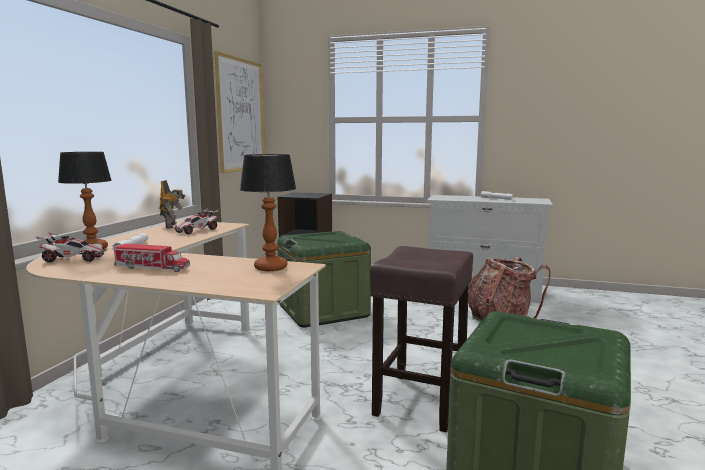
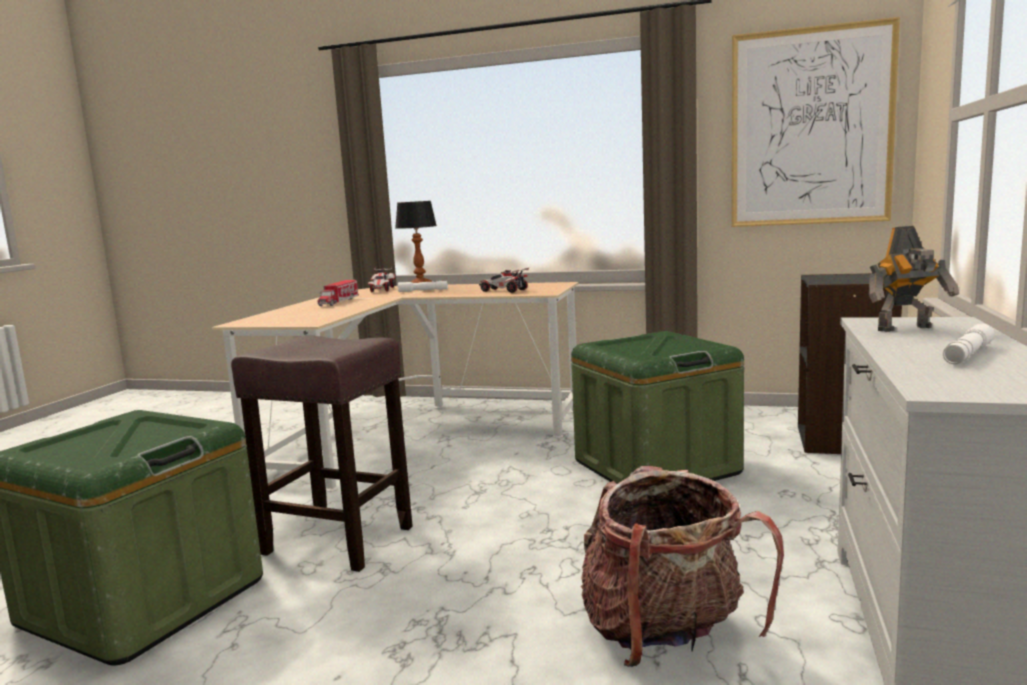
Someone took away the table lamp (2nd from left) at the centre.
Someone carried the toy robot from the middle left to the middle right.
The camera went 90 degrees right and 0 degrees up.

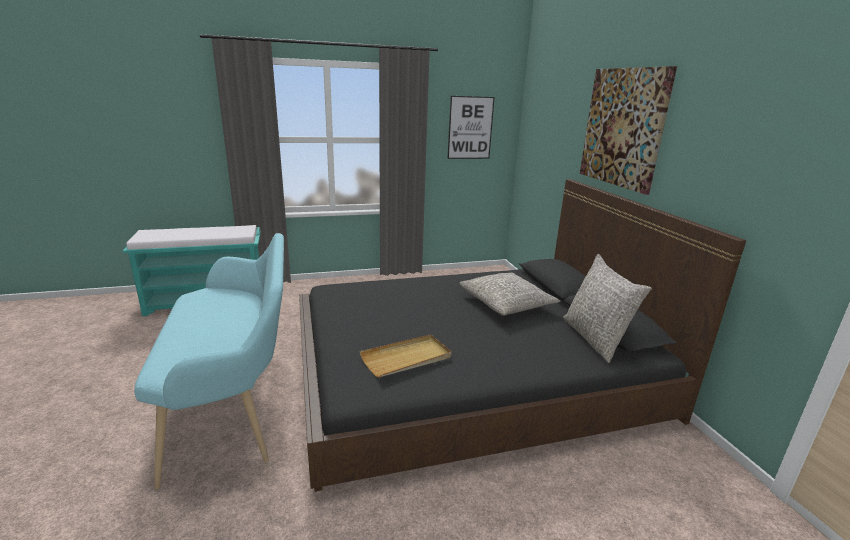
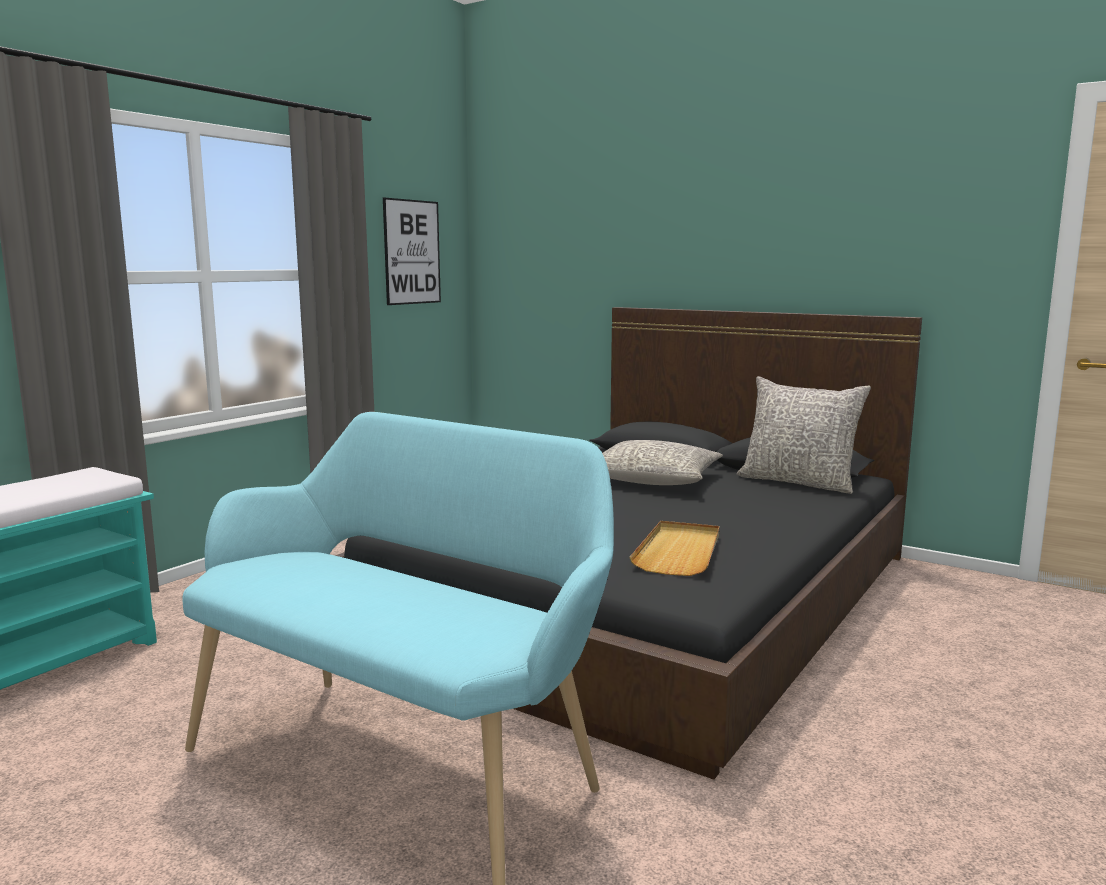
Someone took away the picture (2nd from left) at the top right.
The camera went 40 degrees left and 10 degrees down.

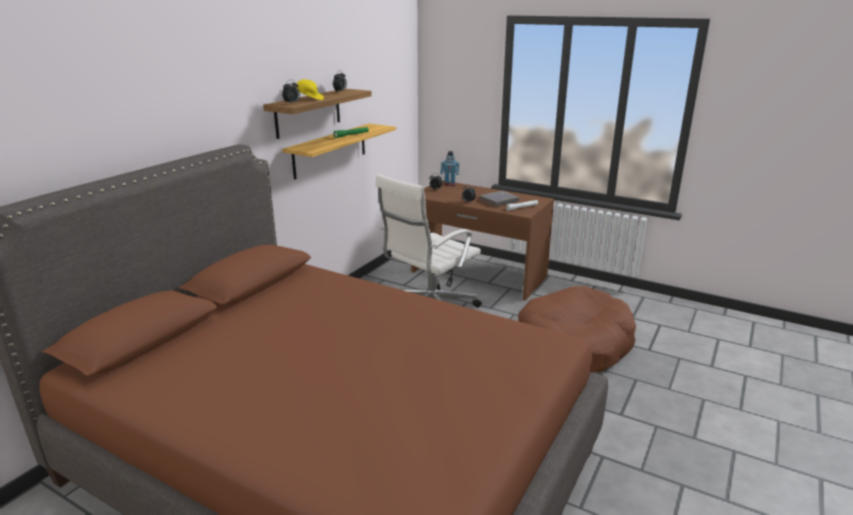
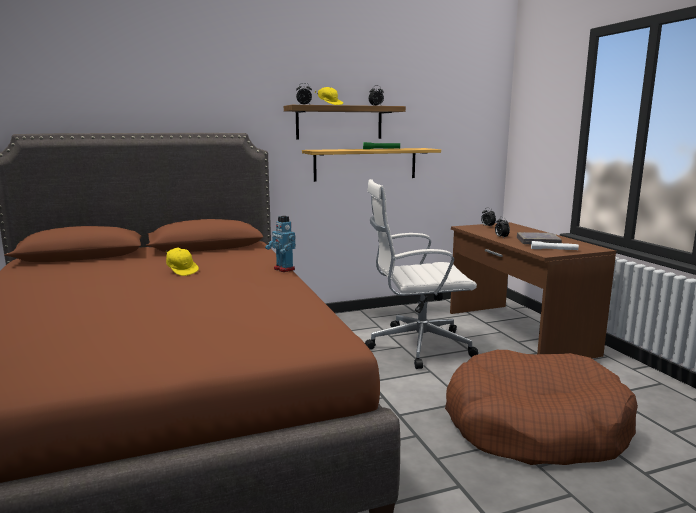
Someone carried the toy robot from the top centre to the centre.
Someone put down the yellow cap (1st from left) at the middle left.
The camera went 40 degrees right and 10 degrees down.

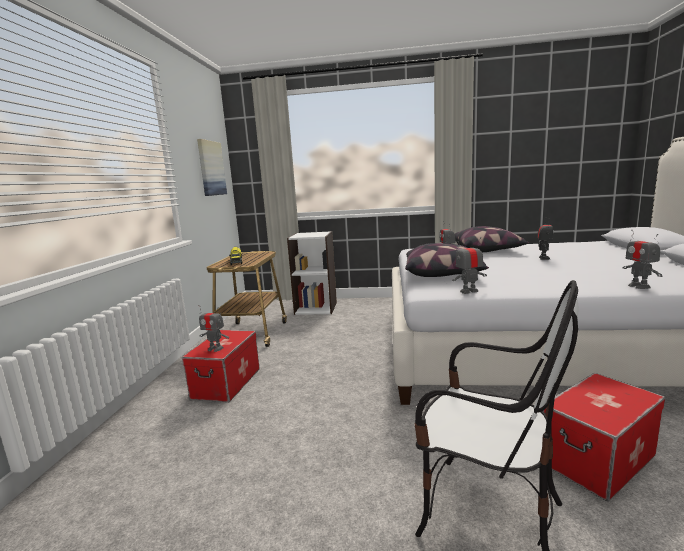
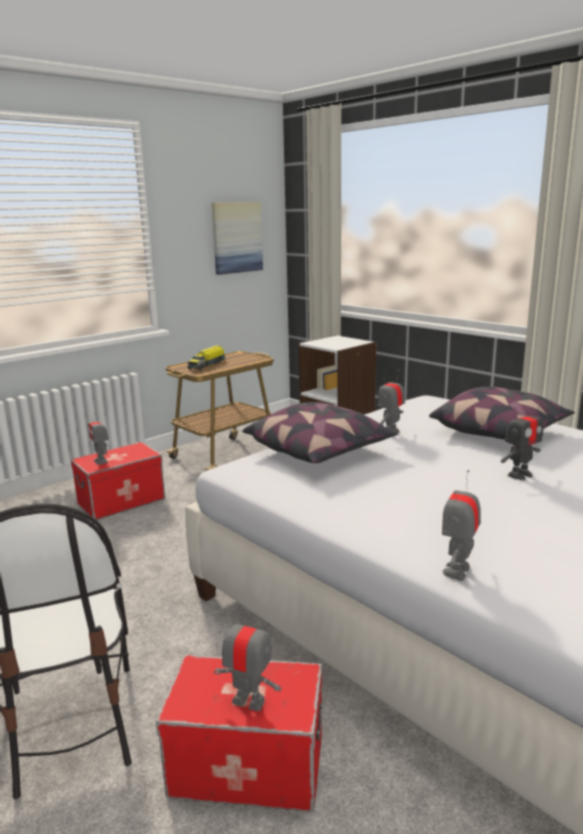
Someone carried the toy robot (3rd from left in the first image) from the middle right to the bottom centre.
The camera went 40 degrees right and 5 degrees up.

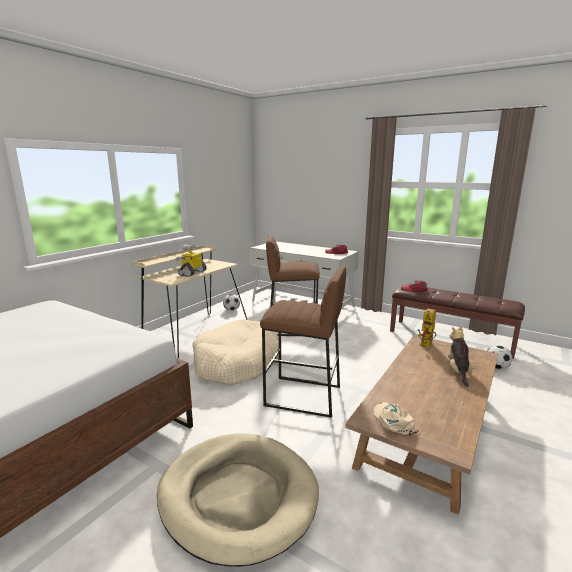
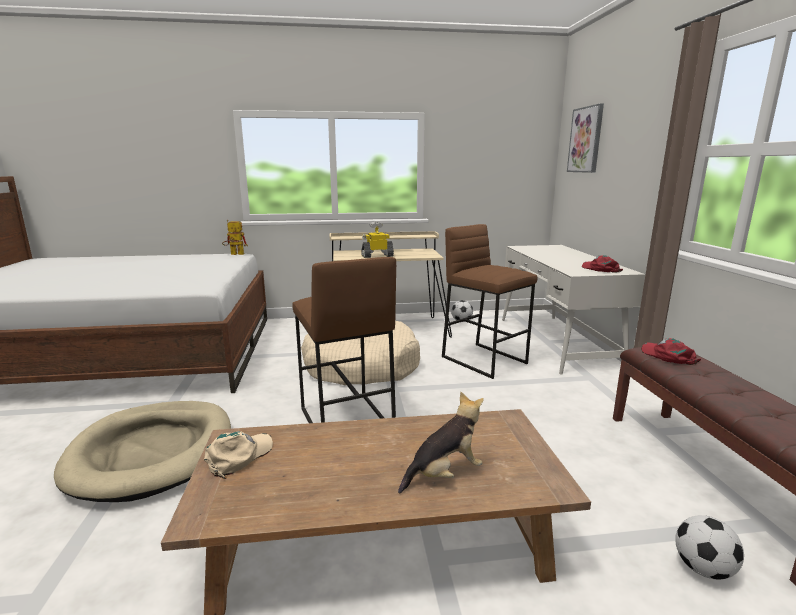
Someone carried the toy robot (2nd from left in the first image) from the middle right to the middle left.
Someone put up the picture at the top right.
The camera went 50 degrees right and 0 degrees up.

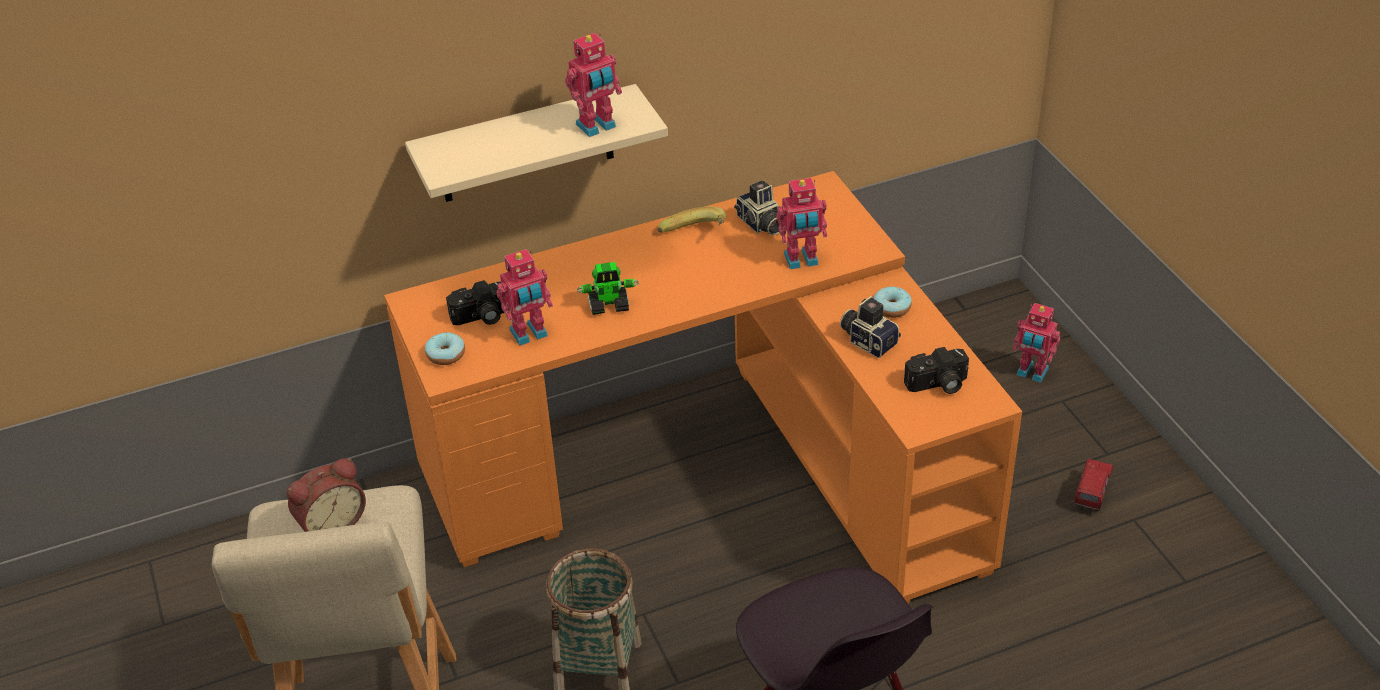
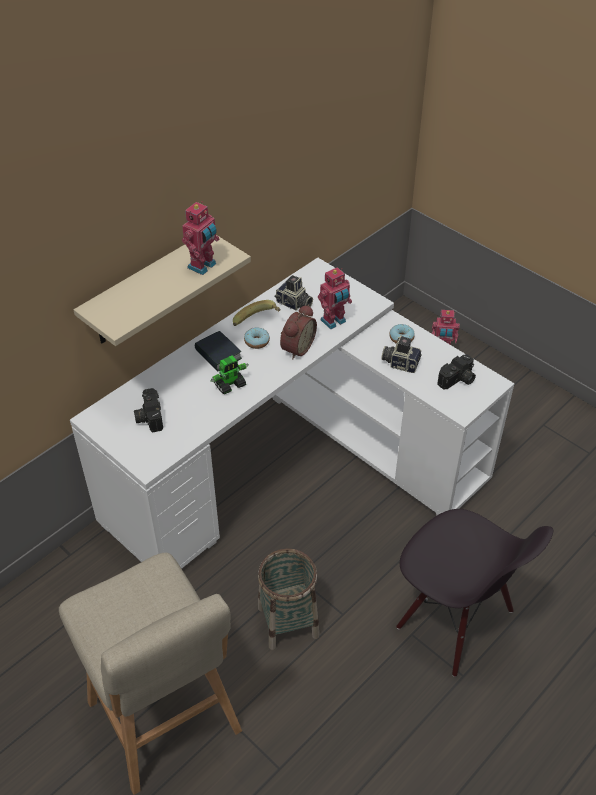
Someone repainted the orange desk at the centre, which became the white desk at the centre.
Someone took away the toy robot (1st from left) at the centre.
Someone rotated the photo camera (1st from left) at the centre by 120 degrees clockwise.
Someone carried the donut (1st from left) from the middle left to the centre.
Someone carried the alarm clock from the bottom left to the centre.
Someone took away the toy truck at the bottom right.
Someone put down the book at the centre.
The camera went 25 degrees left and 5 degrees up.

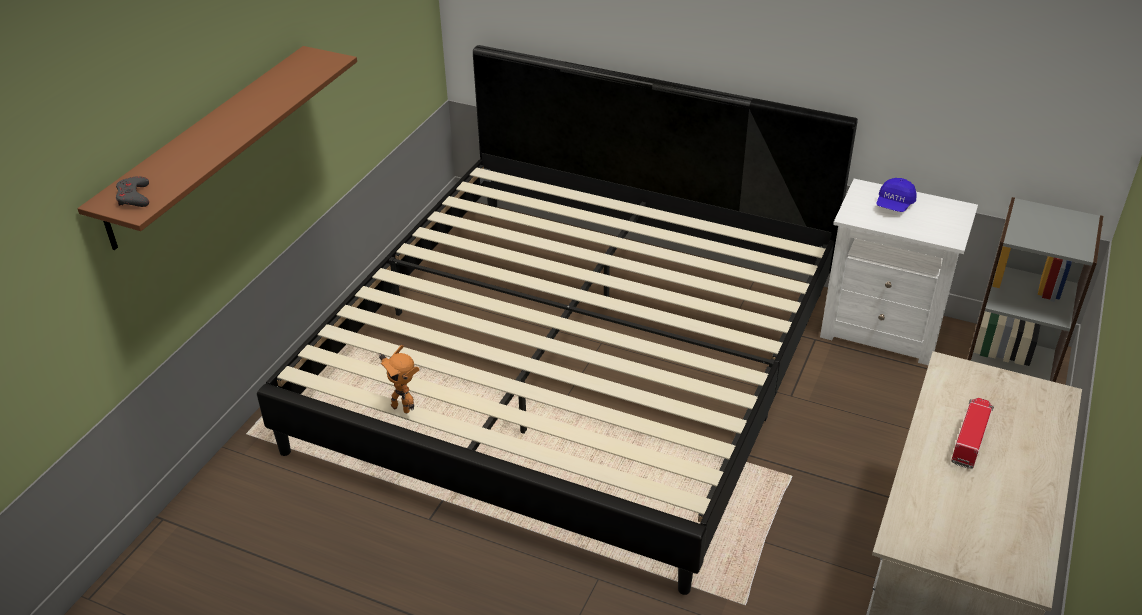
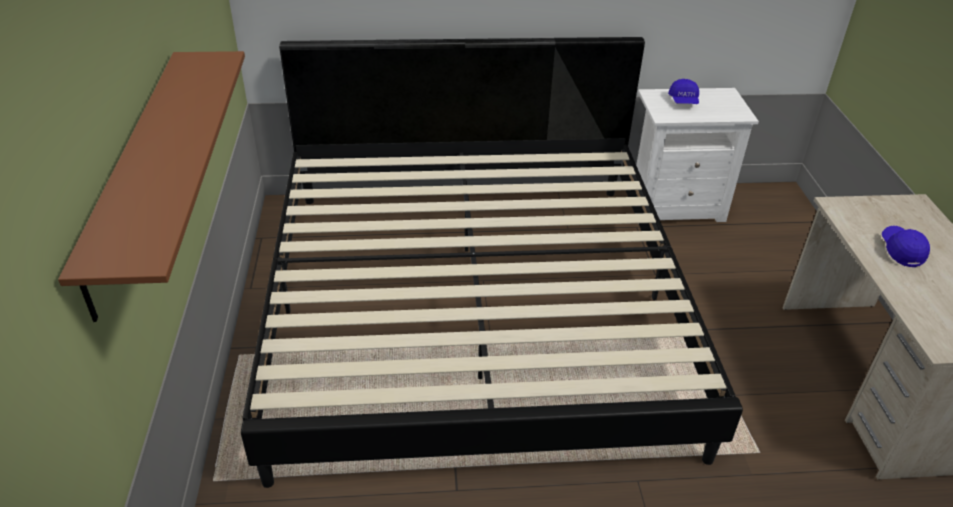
Someone took away the grey game controller at the top left.
Someone took away the grey bookcase at the middle right.
Someone took away the toy robot at the centre.
Someone swapped the toy truck at the bottom right for the blue cap (2nd from left) at the middle right.
The camera went 30 degrees left and 0 degrees up.

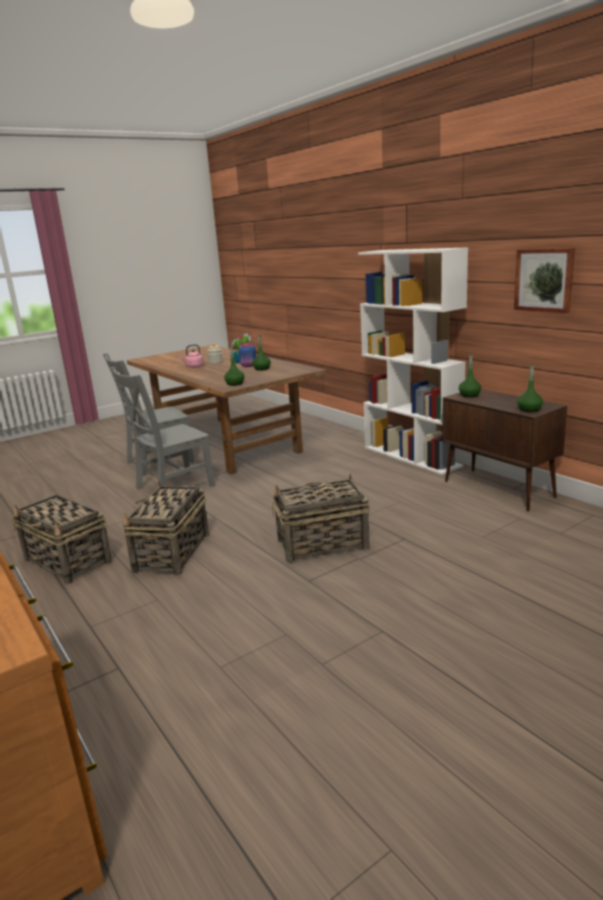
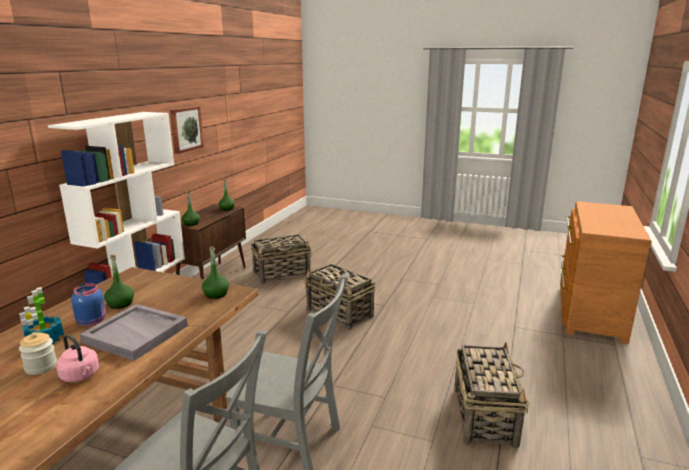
Someone carried the basket (2nd from left in the first image) from the middle left to the centre.
Someone put down the grey tray at the bottom left.
The camera went 125 degrees left and 0 degrees up.

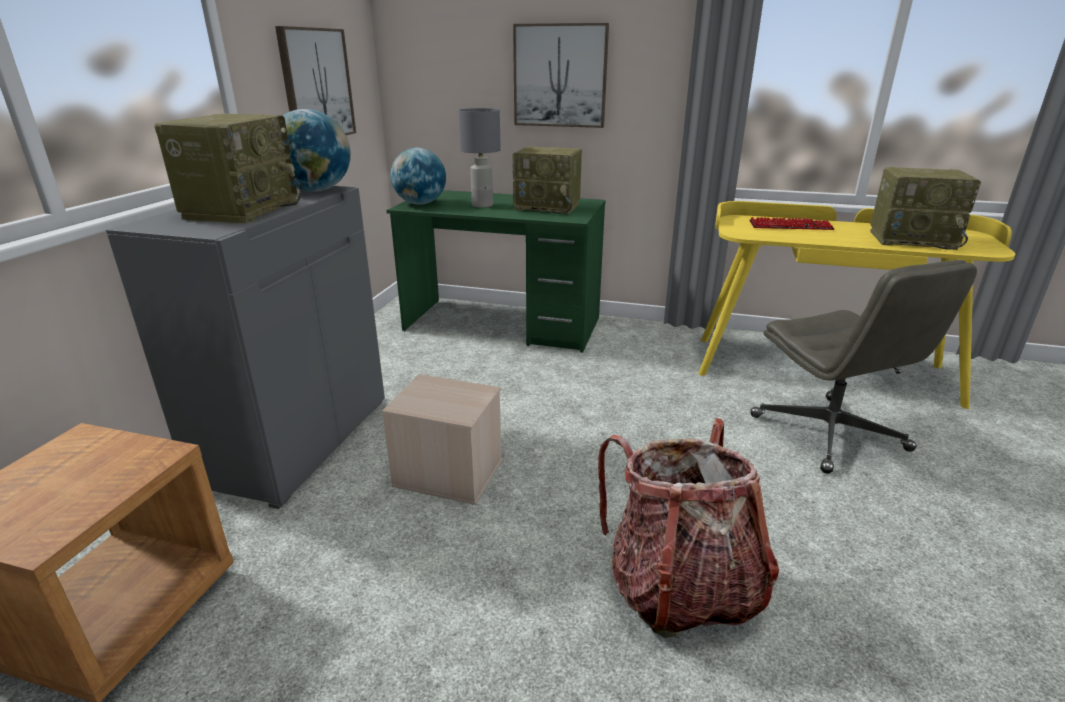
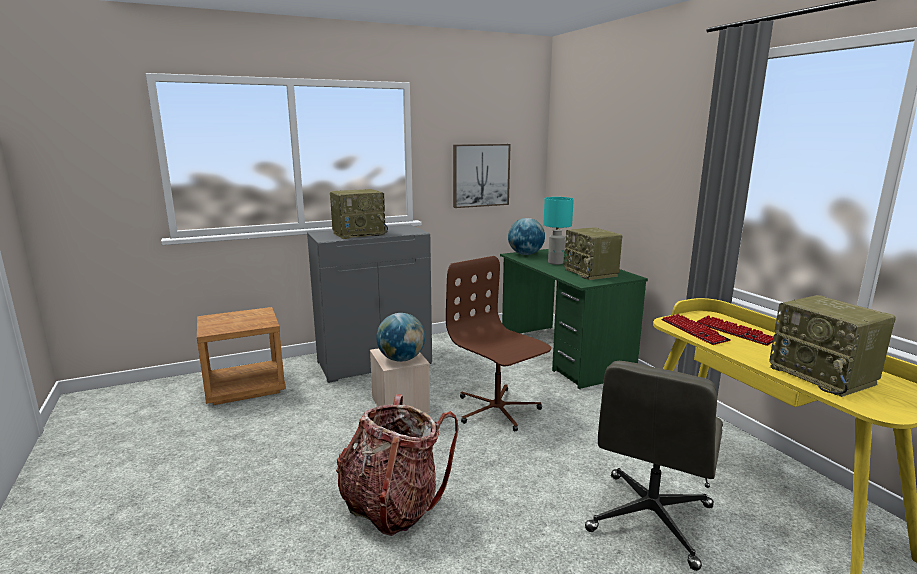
Someone took away the picture (2nd from left) at the top centre.
Someone repainted the grey table lamp at the top centre, which became the turquoise table lamp at the centre.
Someone carried the globe (1st from left) from the top left to the centre.
Someone put down the brown office chair at the centre.
Someone put down the keyboard (1st from left) at the middle right.
The camera went 50 degrees right and 10 degrees down.

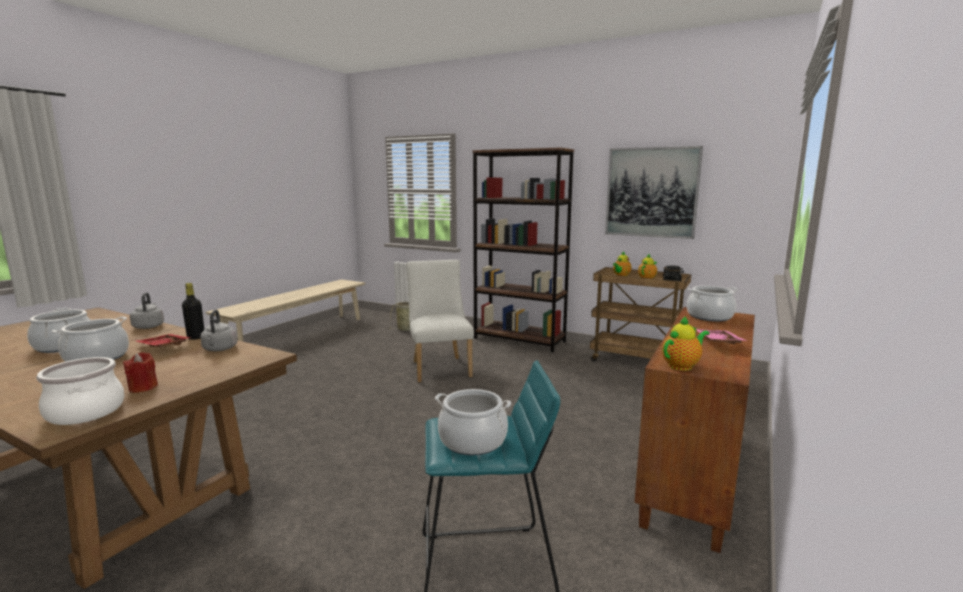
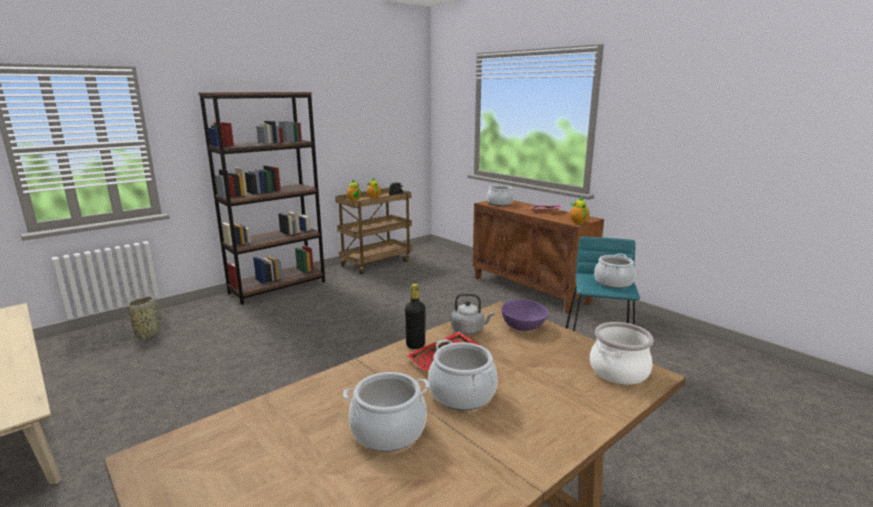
Someone took away the picture at the top right.
Someone took away the white chair at the centre.
Someone took away the grey kettle (1st from left) at the middle left.
Someone took away the red candle at the middle left.
Someone put down the purple bowl at the centre.
The camera went 70 degrees left and 5 degrees up.

